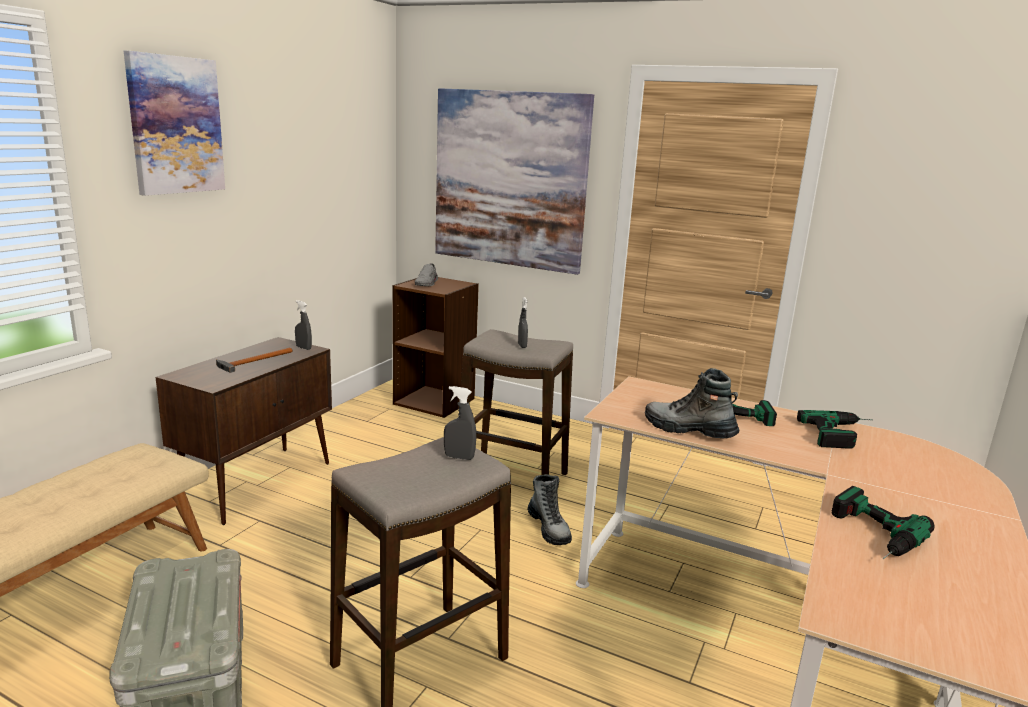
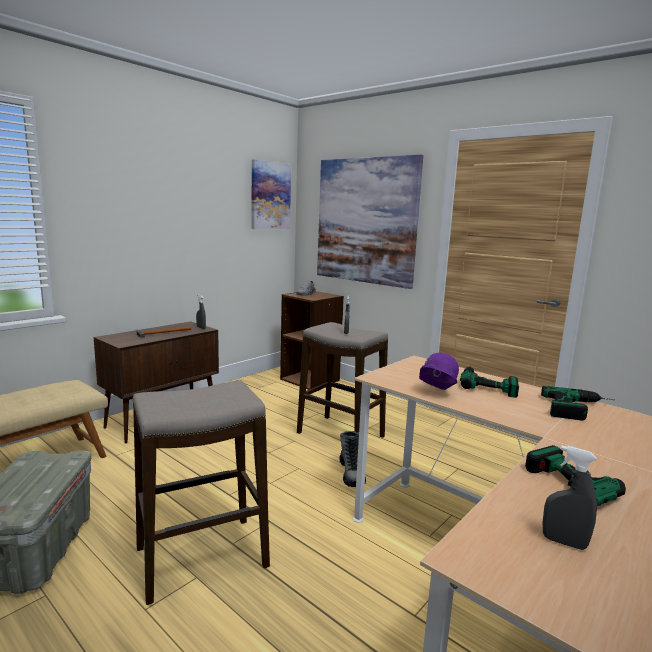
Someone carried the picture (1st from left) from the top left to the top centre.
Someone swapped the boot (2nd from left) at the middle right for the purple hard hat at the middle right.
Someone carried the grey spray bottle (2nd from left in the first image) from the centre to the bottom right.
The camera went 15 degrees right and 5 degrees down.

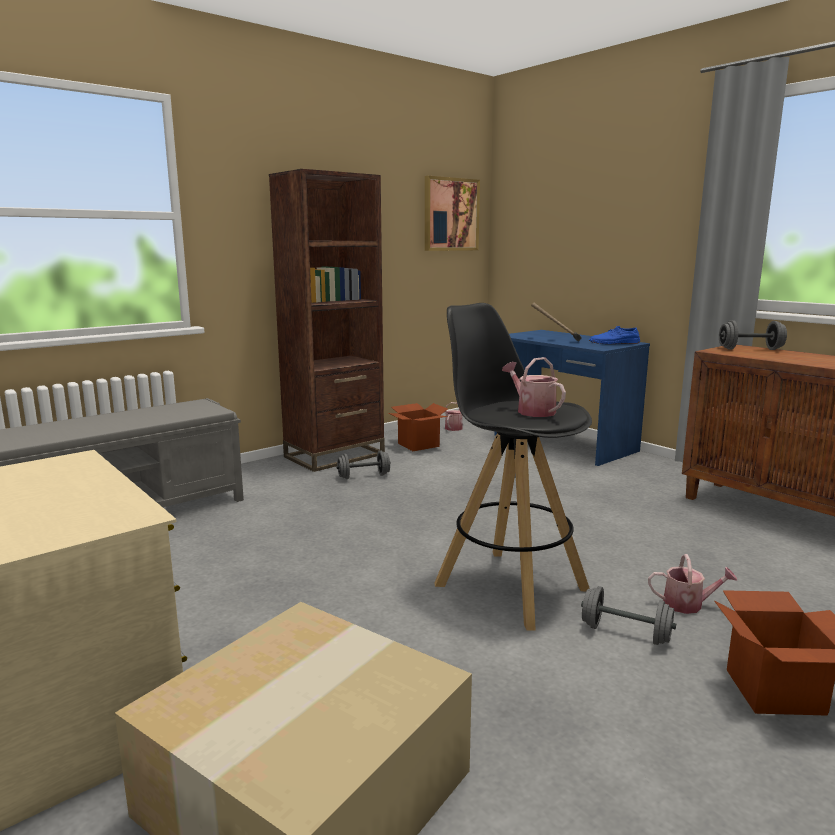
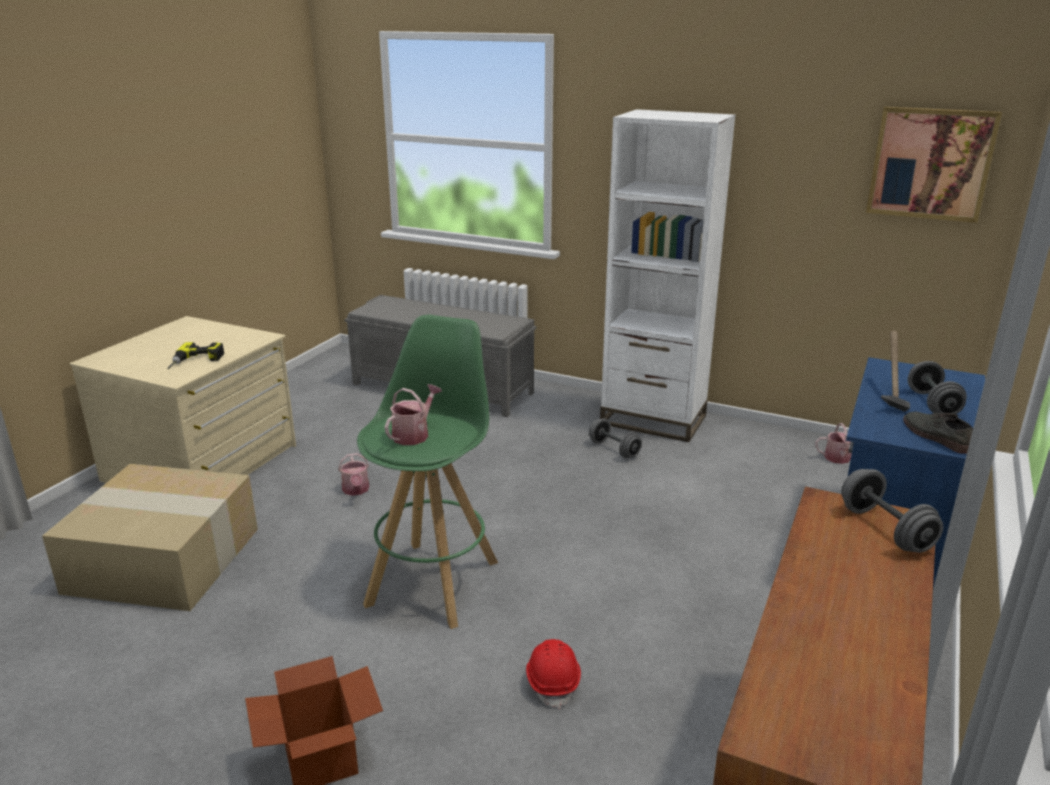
Someone repainted the brown bookcase at the centre, which became the white bookcase at the centre.
Someone repainted the black stool at the centre, which became the green stool at the centre.
Someone repainted the blue shoe at the middle right, which became the grey shoe at the middle right.
Someone took away the cardboard box (2nd from left) at the centre.
Someone carried the watering can (3rd from left in the first image) from the bottom right to the centre.
Someone carried the grey dumbbell (2nd from left in the first image) from the bottom right to the middle right.
Someone put down the power drill at the middle left.
Someone put down the red hard hat at the bottom centre.
The camera went 65 degrees right and 10 degrees up.

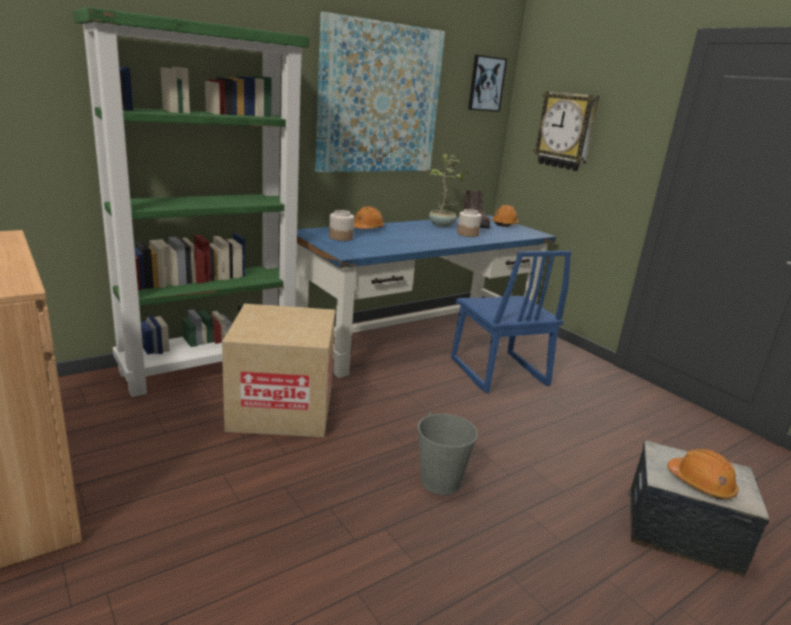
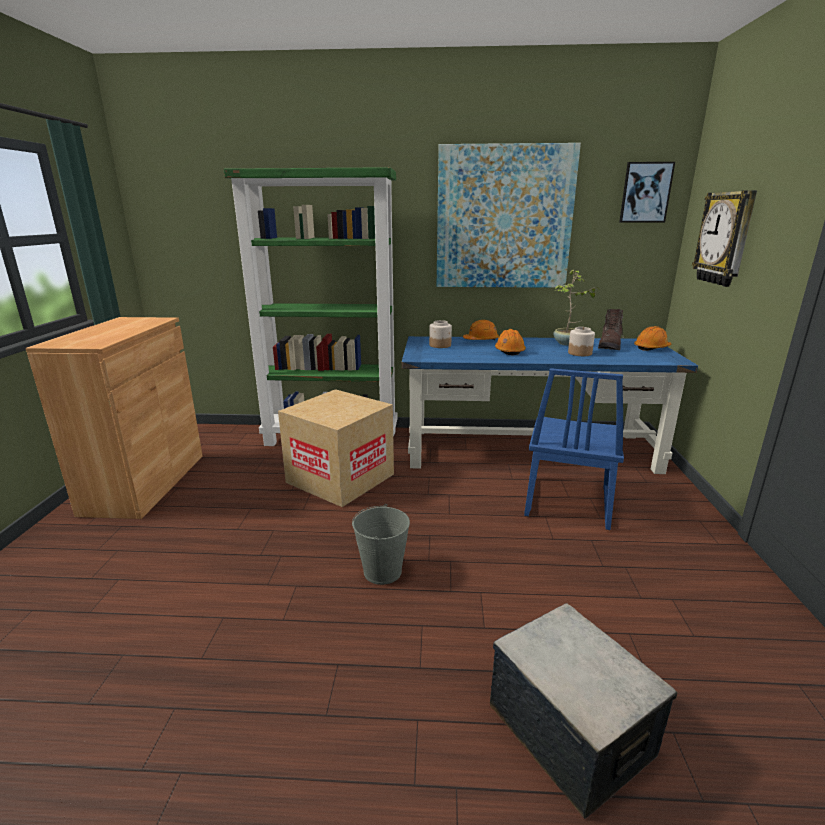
Someone carried the orange hard hat (3rd from left in the first image) from the bottom right to the centre.
The camera went 40 degrees right and 0 degrees up.

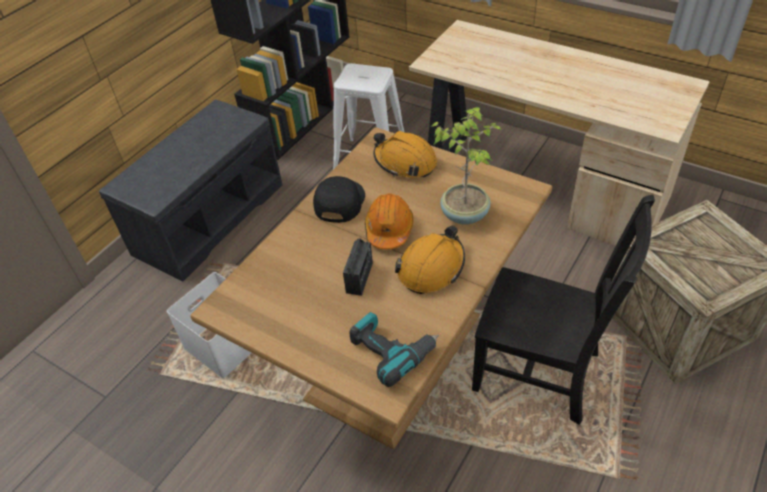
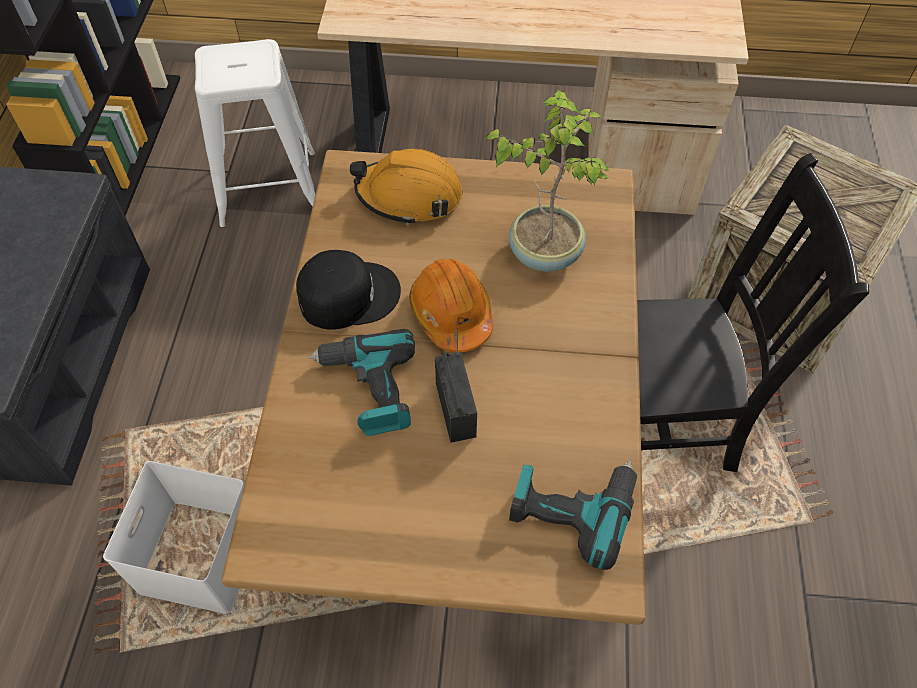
Someone rotated the black cap at the centre by 90 degrees clockwise.
Someone took away the orange hard hat (3rd from left) at the centre.
Someone put down the power drill (1st from left) at the centre.
The camera went 30 degrees left and 10 degrees up.

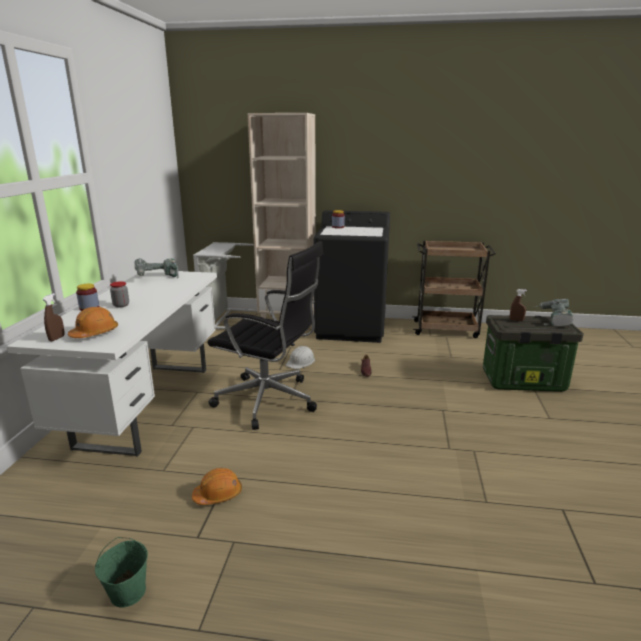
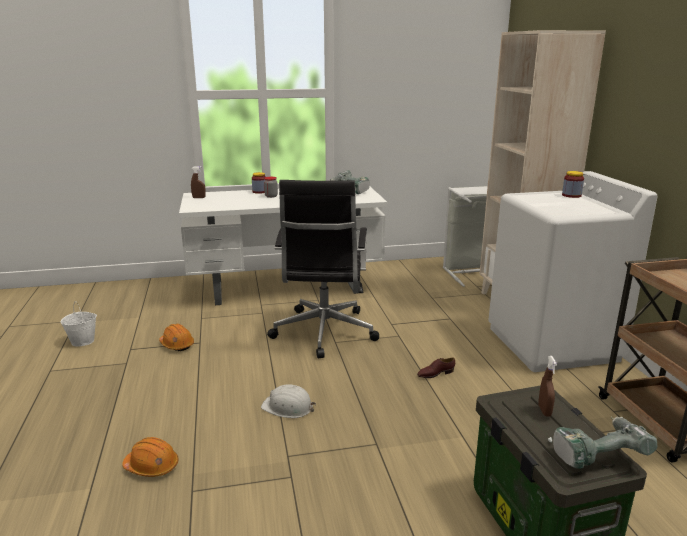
Someone repainted the black washing machine at the centre, which became the white washing machine at the middle right.
Someone carried the orange hard hat (1st from left) from the middle left to the bottom left.
Someone carried the white hard hat from the centre to the bottom centre.
Someone repainted the green bucket at the bottom left, which became the white bucket at the middle left.
The camera went 70 degrees right and 0 degrees up.

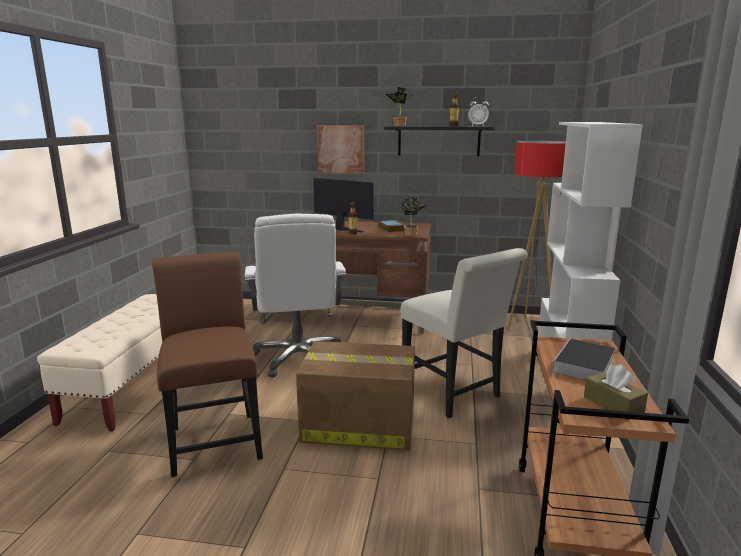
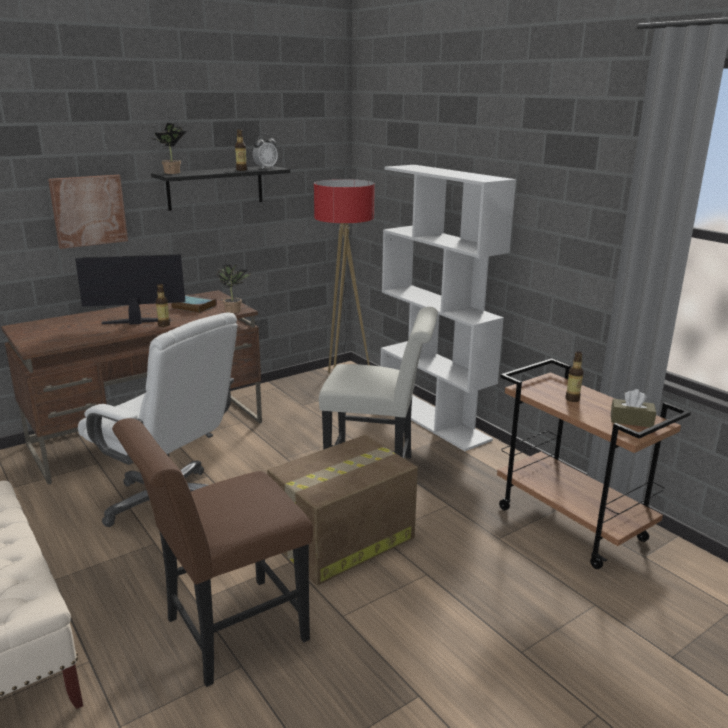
Someone rotated the brown chair at the middle left by 60 degrees counterclockwise.
Someone swapped the book (2nd from left) at the middle right for the bottle (3rd from left) at the middle right.
The camera went 45 degrees left and 5 degrees up.

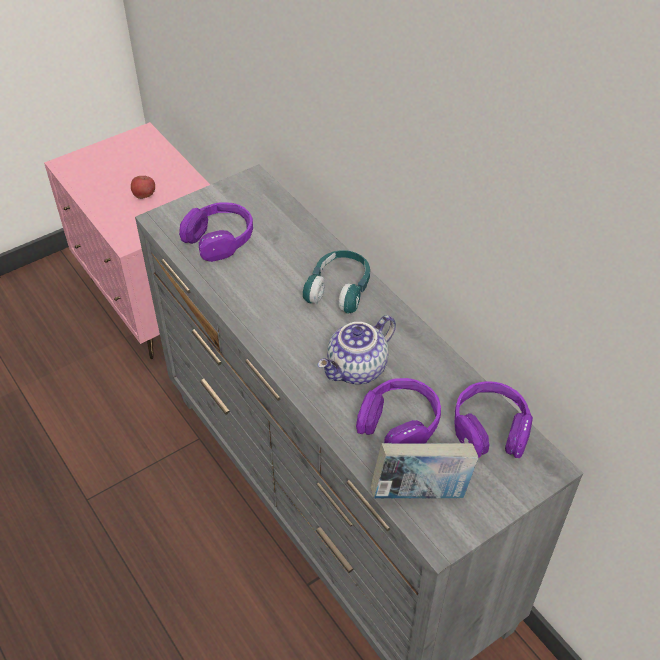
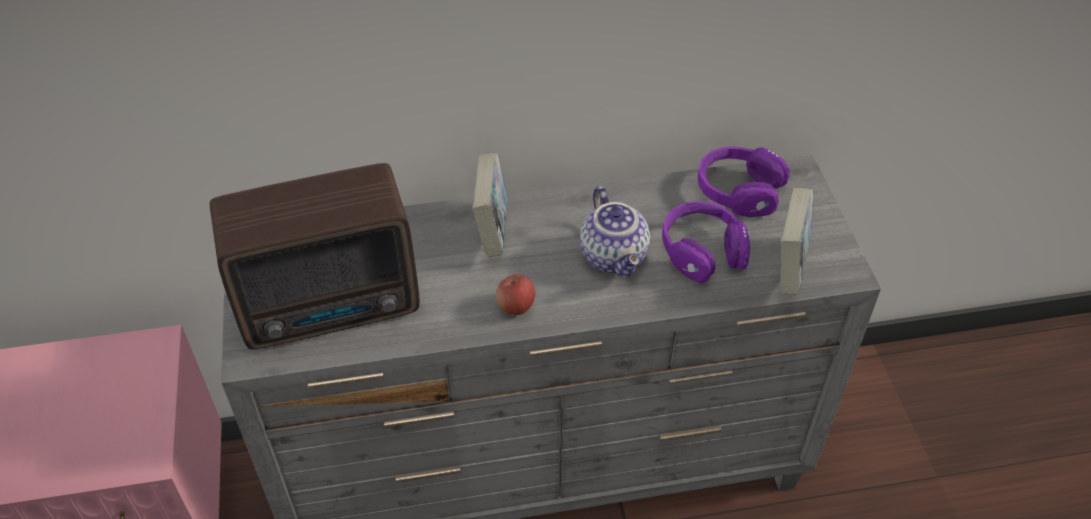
Someone carried the apple from the top left to the centre.
Someone swapped the purple headphones (1st from left) at the middle left for the radio at the middle left.
Someone swapped the turquoise headphones at the centre for the book (1st from left) at the centre.
The camera went 65 degrees left and 0 degrees up.

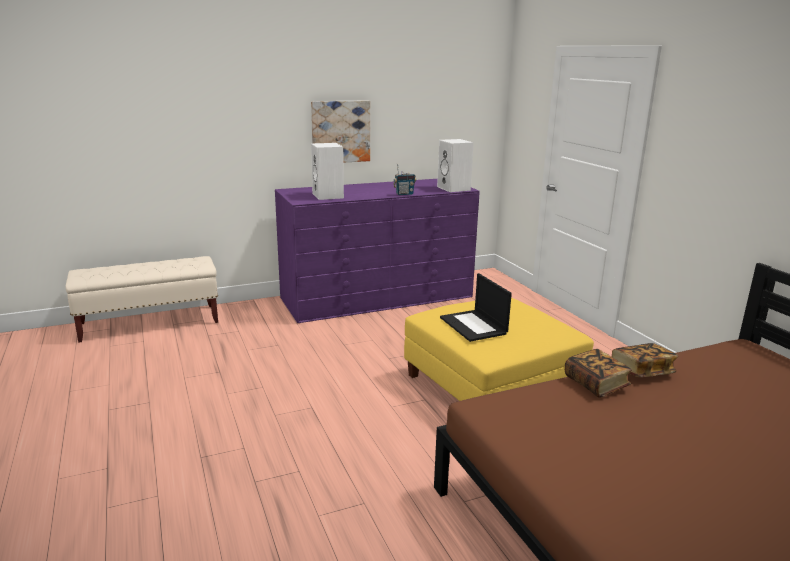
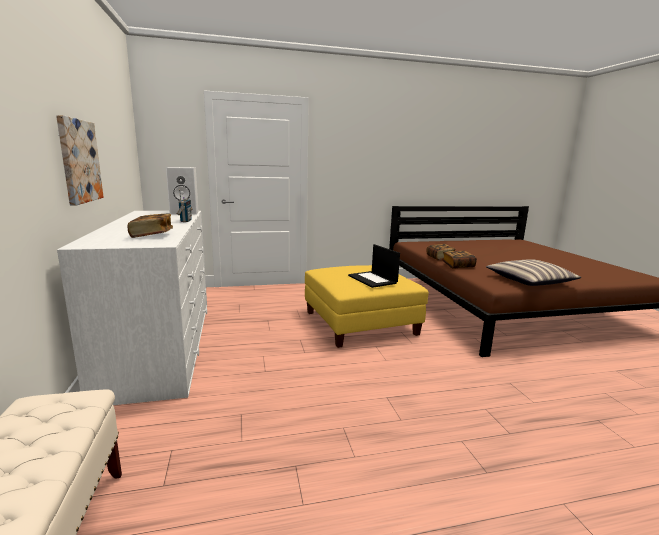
Someone swapped the white speaker (1st from left) at the top centre for the book (1st from left) at the middle left.
Someone repainted the purple dresser at the centre, which became the white dresser at the middle left.
Someone rotated the laptop at the centre by 75 degrees clockwise.
Someone put down the pillow at the middle right.
The camera went 80 degrees left and 5 degrees down.

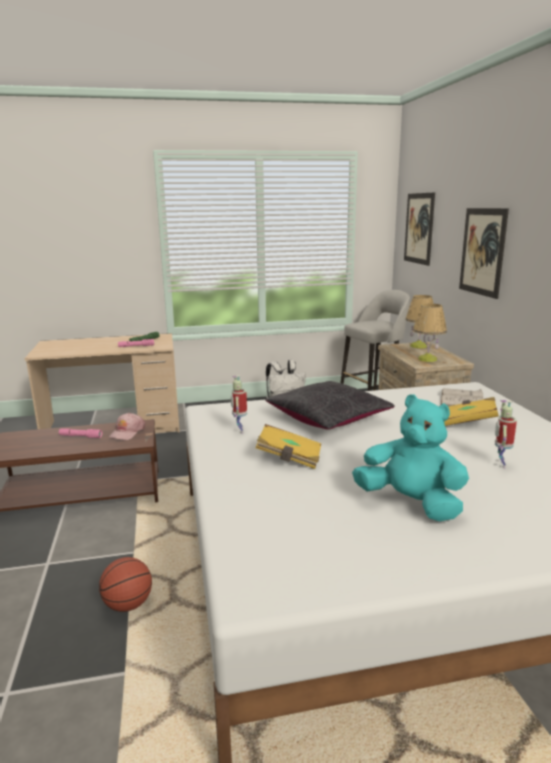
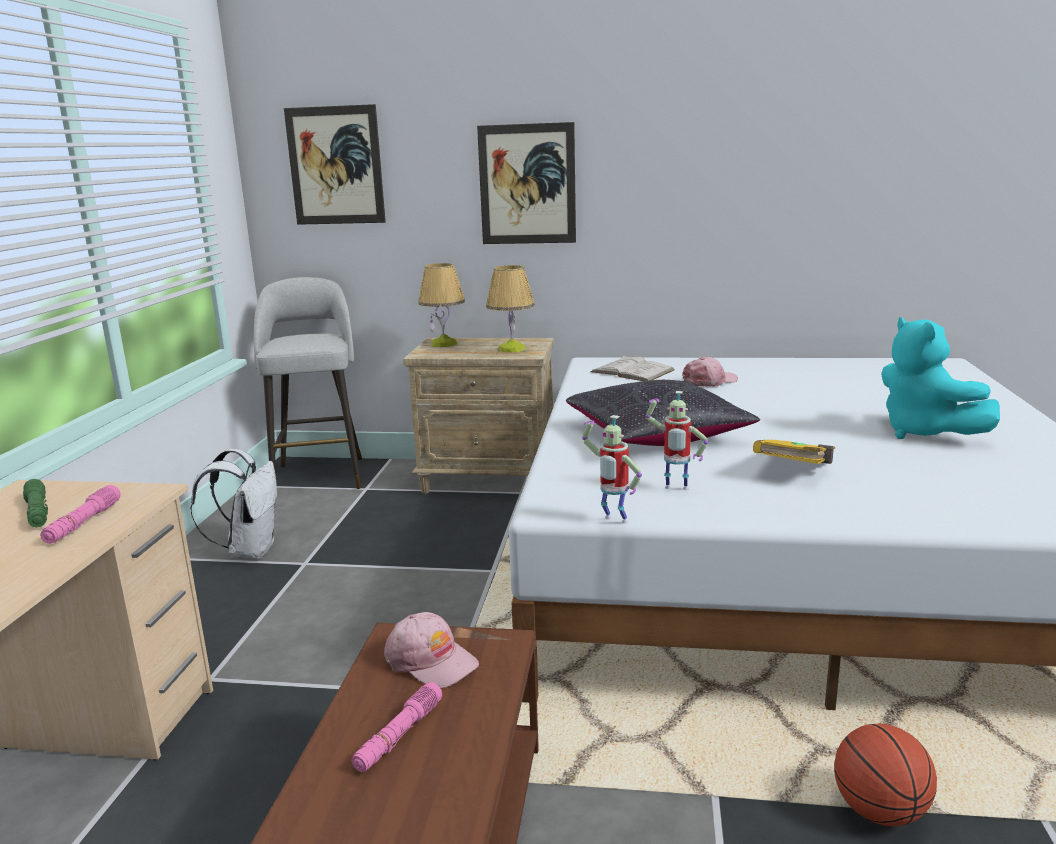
Someone rotated the turquoise plush toy at the middle right by 75 degrees counterclockwise.
Someone swapped the yellow book (2nd from left) at the middle right for the pink cap (2nd from left) at the middle right.
Someone carried the toy robot (2nd from left in the first image) from the middle right to the centre.
The camera went 70 degrees left and 0 degrees up.

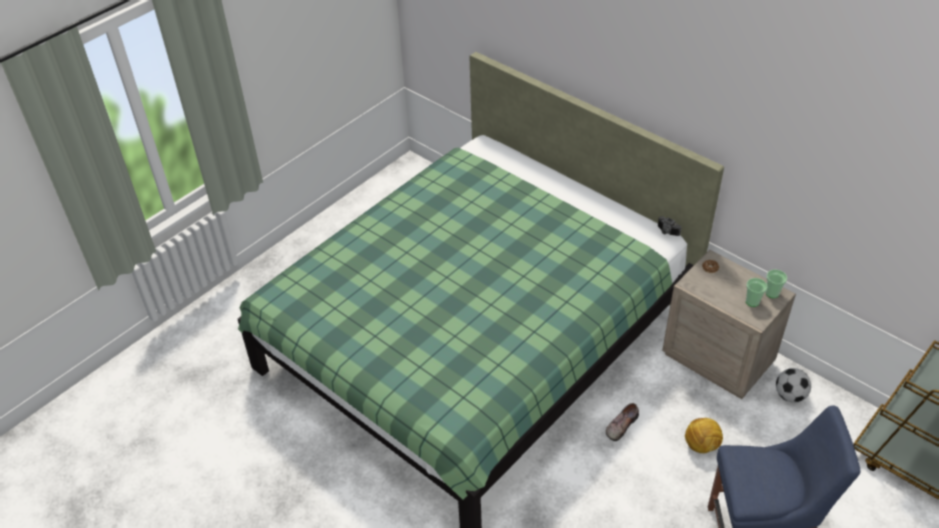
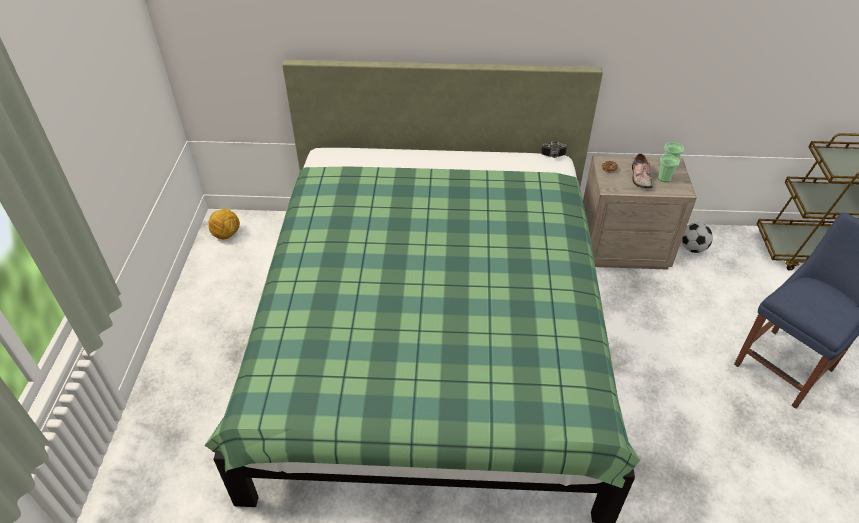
Someone carried the shoe from the bottom centre to the top right.
Someone carried the football (1st from left) from the bottom right to the middle left.
The camera went 40 degrees left and 0 degrees up.

